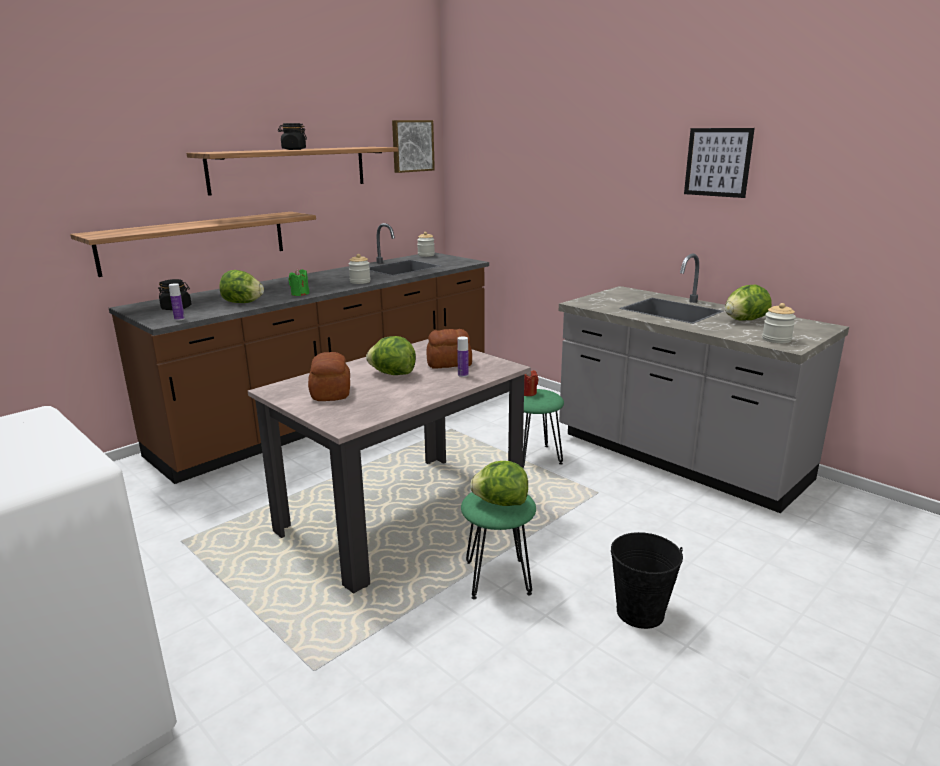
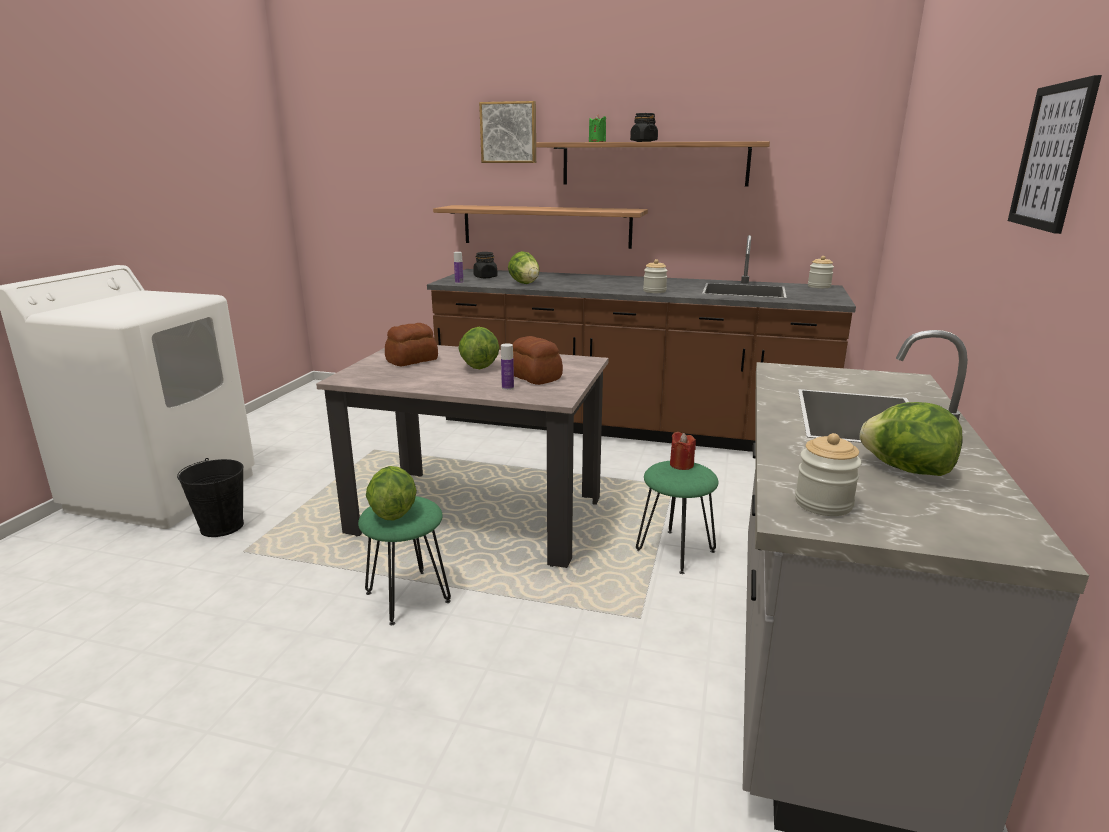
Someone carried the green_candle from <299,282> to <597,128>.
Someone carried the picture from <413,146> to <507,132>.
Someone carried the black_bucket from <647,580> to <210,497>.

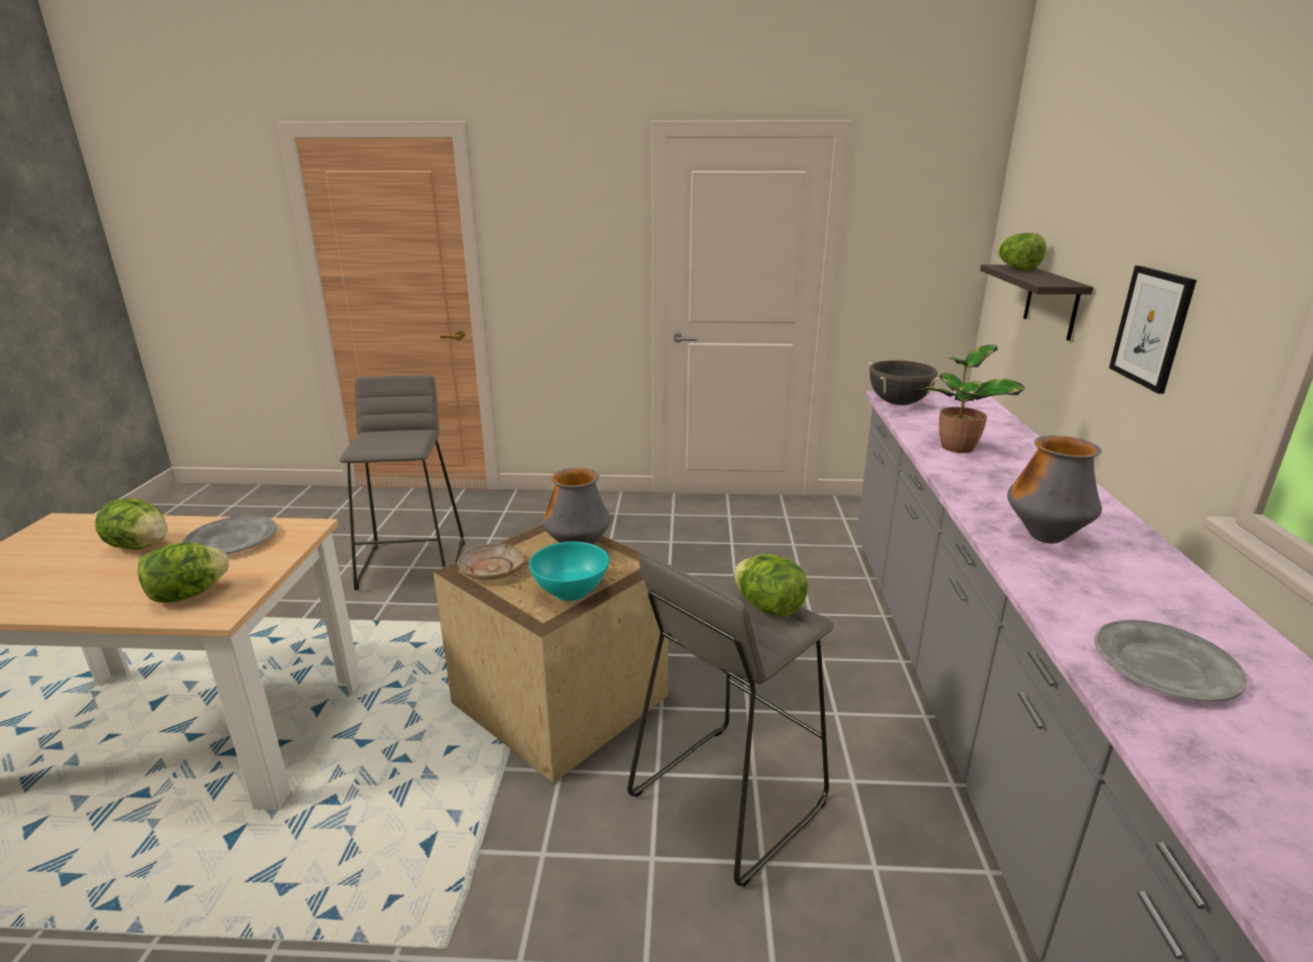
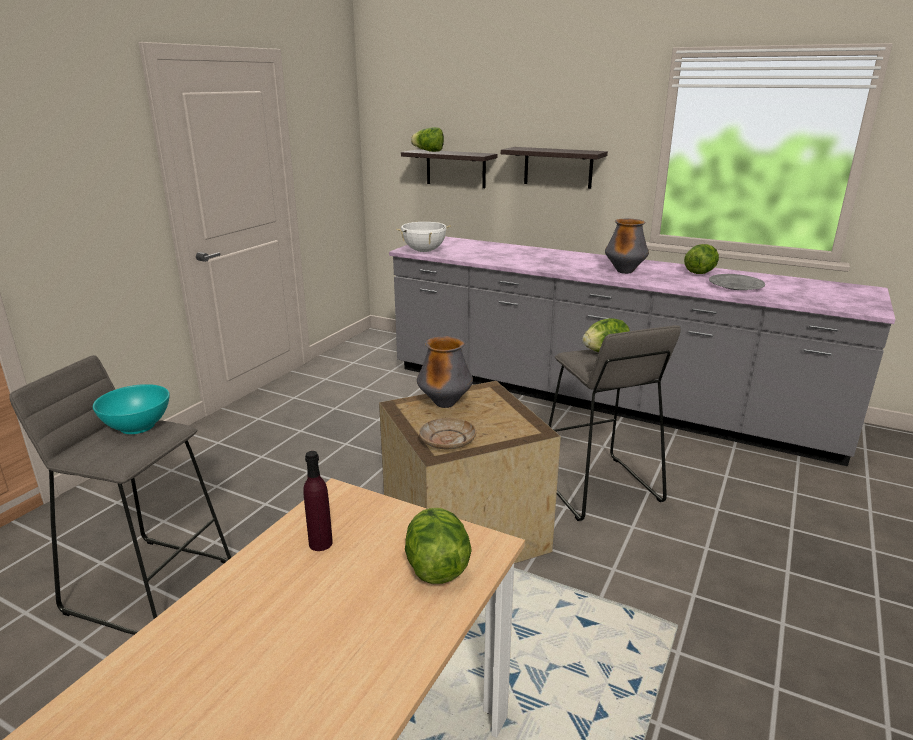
Someone took away the potted_plant at <969,399>.
Someone carried the lettuce from <131,524> to <701,259>.
Someone carried the turquoise_bowl from <569,571> to <131,409>.
Someone swapped the grey_plate at <230,534> for the purple_bottle at <318,501>.
Someone swapped the picture at <1153,330> for the shelf at <554,168>.
Someone repainted the black_cooking_pot at <904,382>, which became the white_cooking_pot at <423,237>.

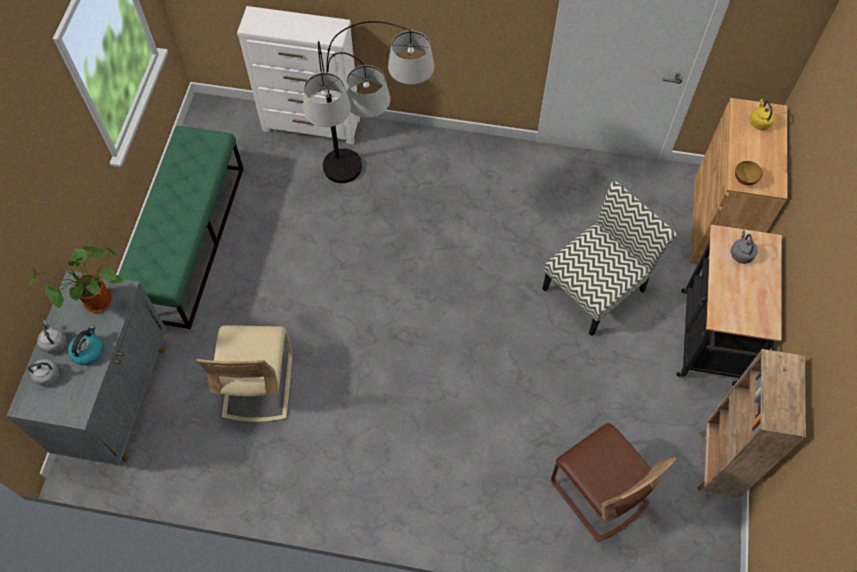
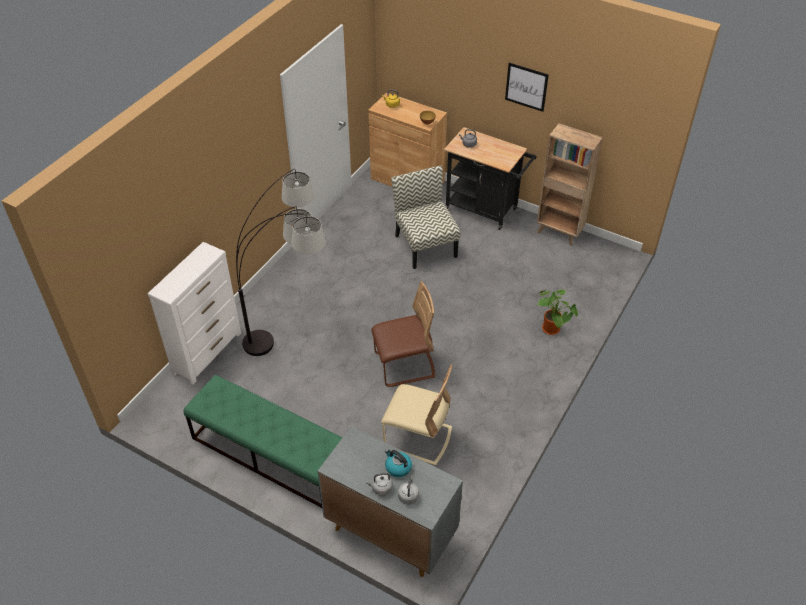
Someone put up the picture at <527,87>.
Someone carried the potted_plant from <77,279> to <557,312>.
Someone carried the brown_chair from <614,482> to <403,334>.

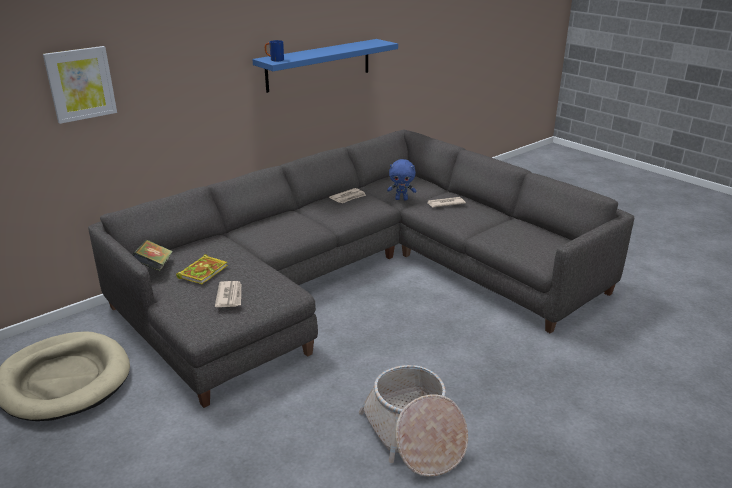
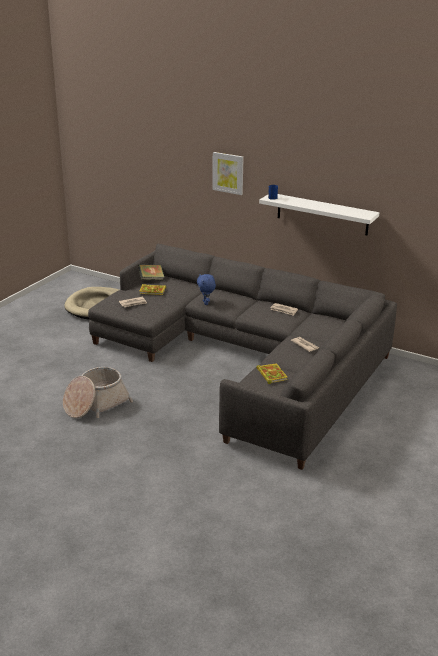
Someone put down the book at <272,373>.
Someone carried the picture from <80,85> to <228,173>.
Someone carried the blue_plush_toy from <401,179> to <206,289>.
Someone repainted the blue_shelf at <325,66>, which became the white_shelf at <319,214>.

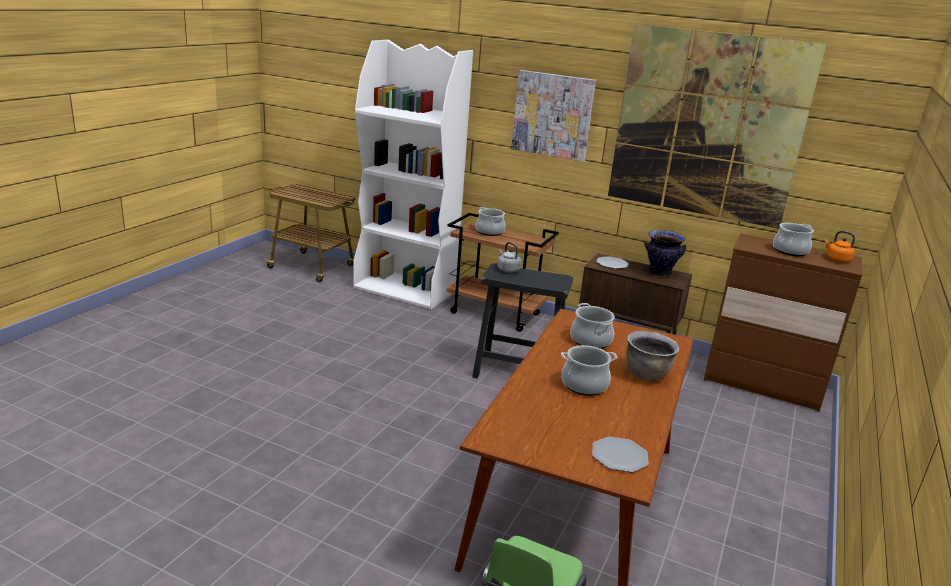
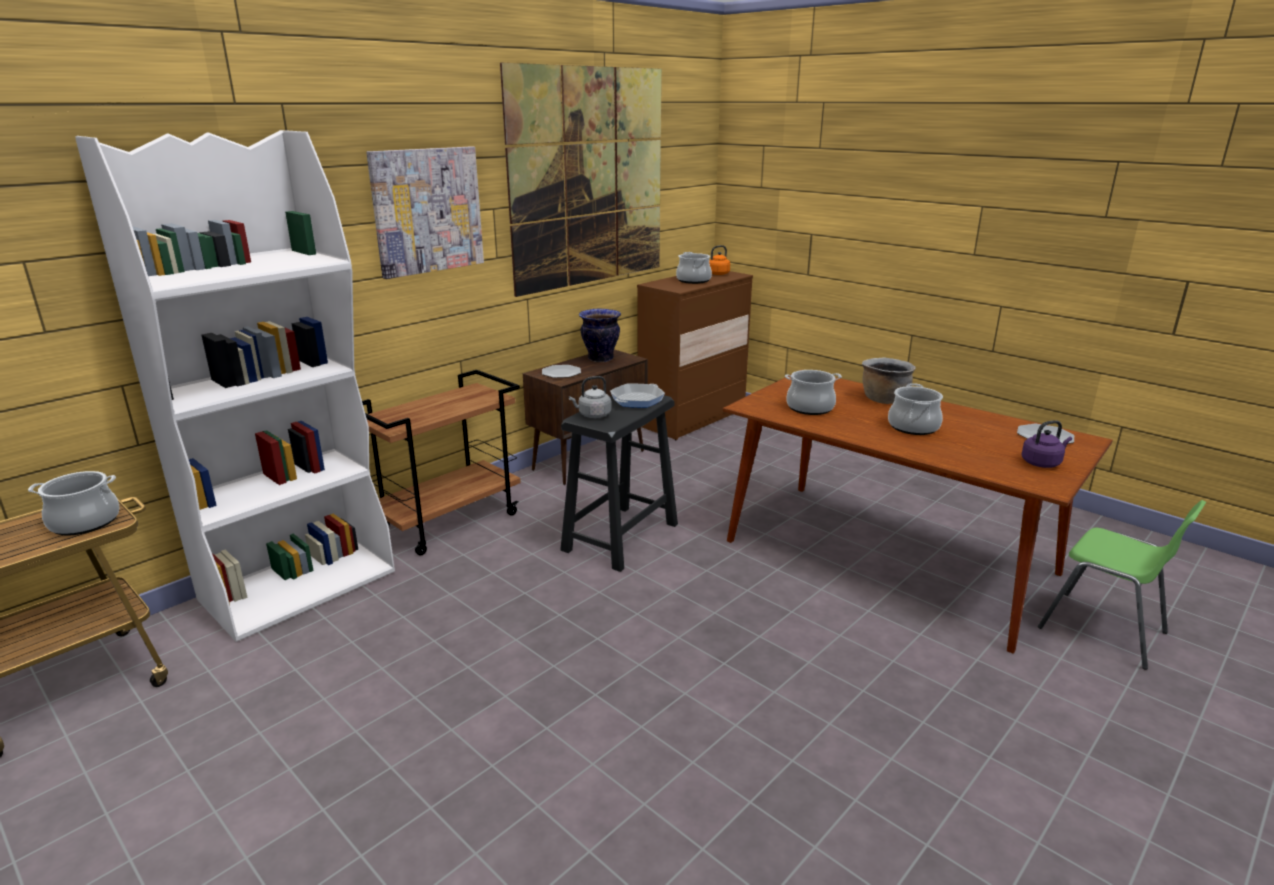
Someone put down the frying_pan at <637,395>.
Someone put down the purple_kettle at <1047,444>.
Someone carried the cooking_pot from <491,221> to <73,503>.

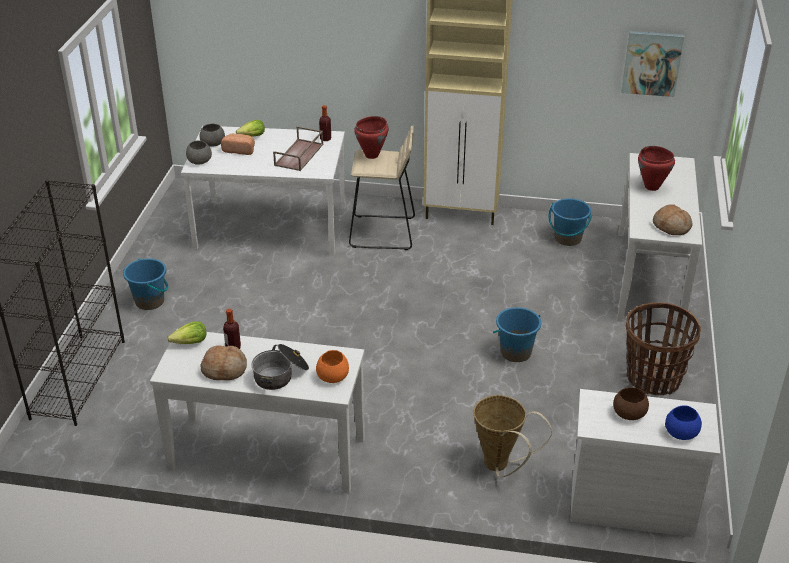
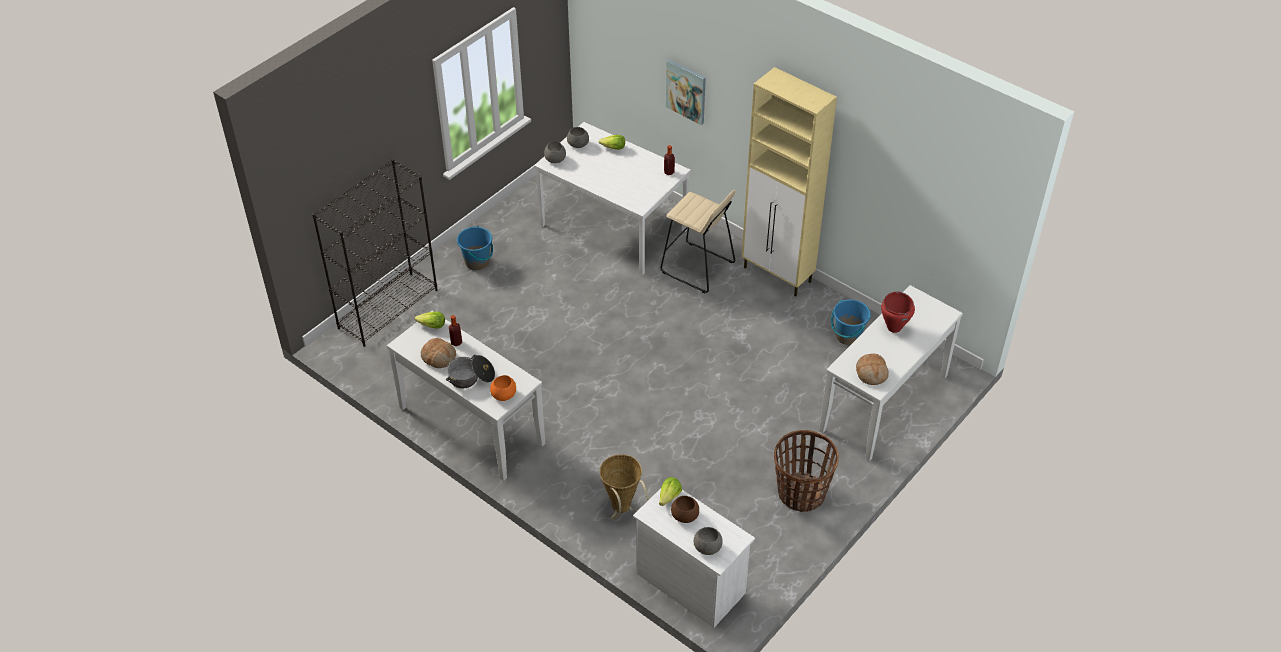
Someone took away the bread at <238,144>.
Someone took away the brown_tray at <298,148>.
Someone took away the red_cooking_pot at <371,137>.
Someone took away the blue_bucket at <517,334>.
Someone put down the lettuce at <670,491>.
Someone carried the picture from <653,64> to <686,92>.
Someone repainted the blue_bowl at <683,422>, which became the grey_bowl at <708,541>.

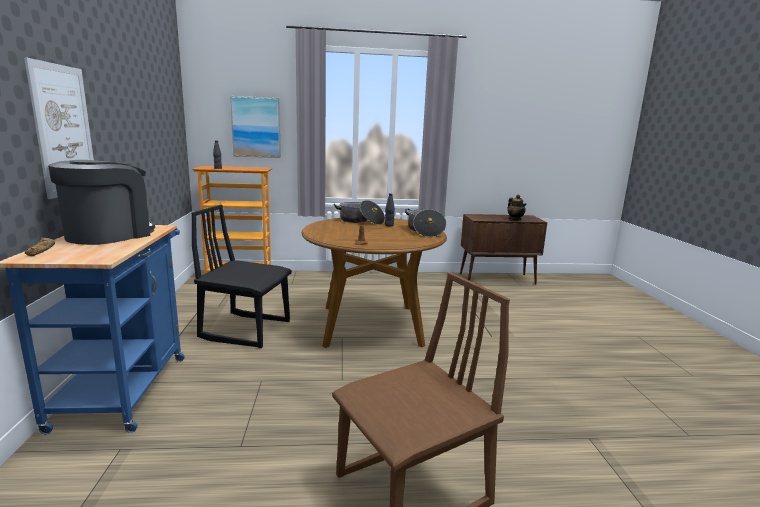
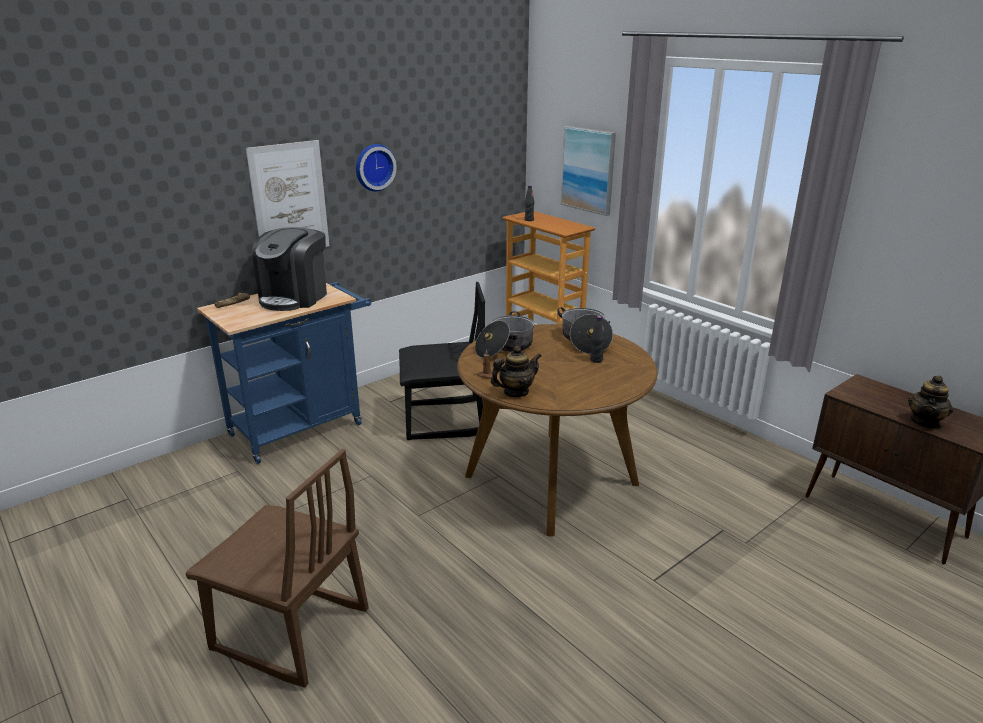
Someone put up the wall_clock at <376,167>.
Someone put down the teapot at <516,371>.
Someone carried the cooking_pot from <425,222> to <505,335>.
Someone rotated the coffee_machine at <101,202> by 120 degrees clockwise.
Someone rotated the black_chair at <241,276> by 105 degrees clockwise.

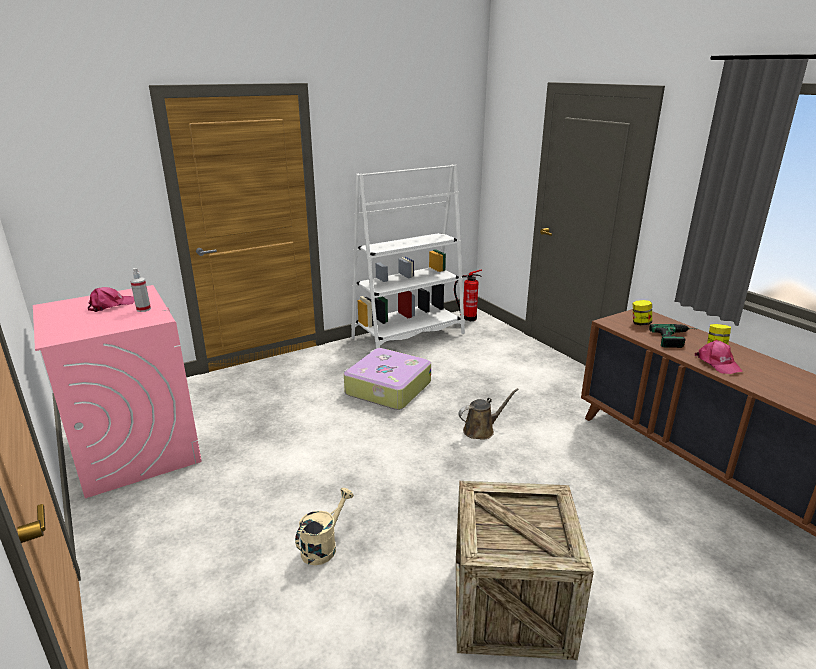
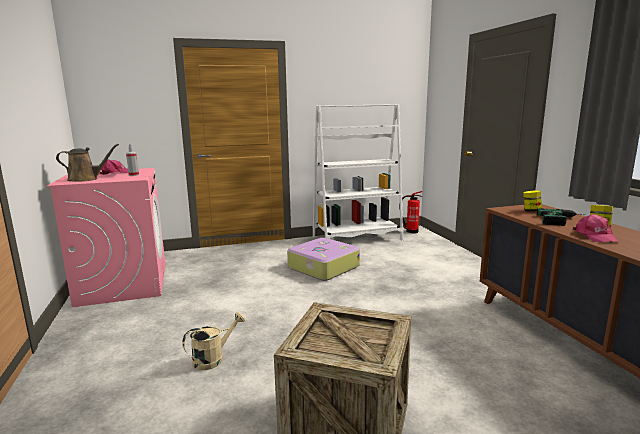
Someone carried the brown_watering_can from <488,414> to <87,163>.

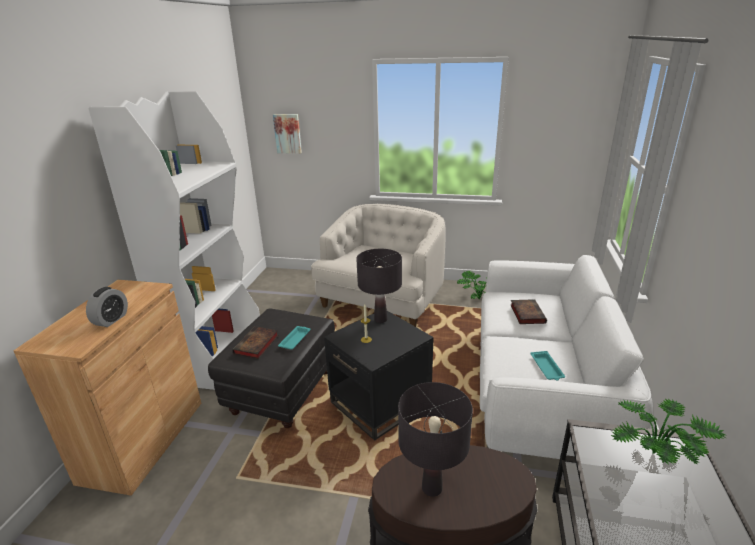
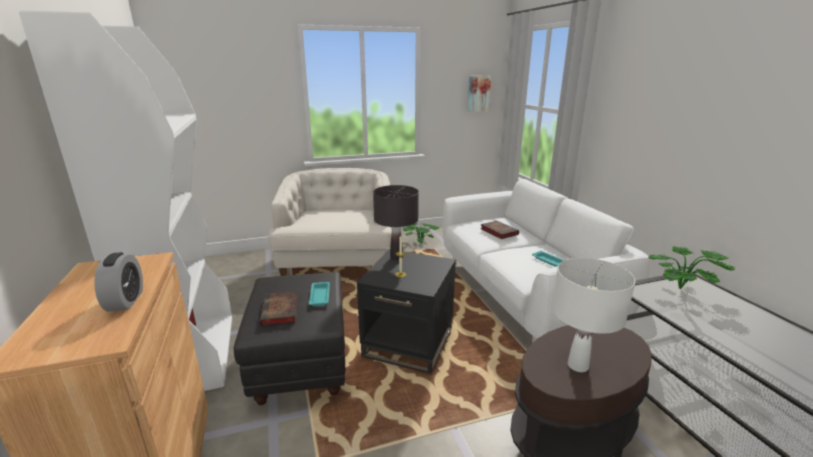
Someone carried the picture from <287,134> to <479,93>.
Someone repainted the black_table_lamp at <435,439>, which became the white_table_lamp at <593,315>.

